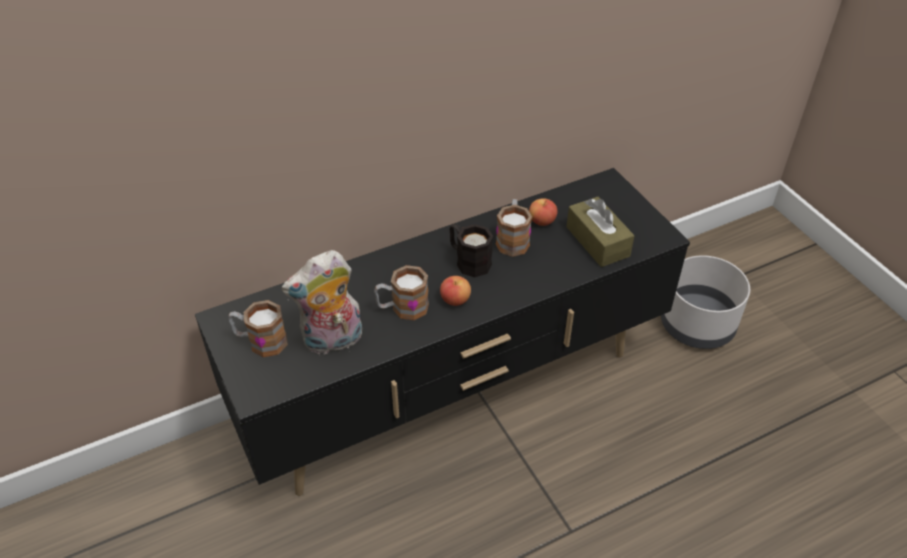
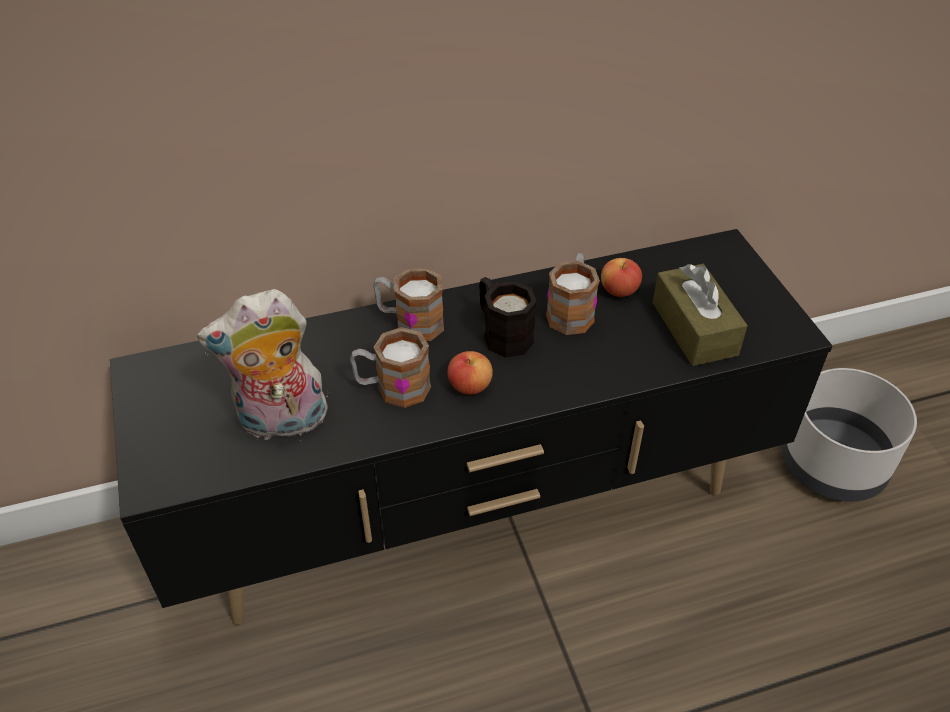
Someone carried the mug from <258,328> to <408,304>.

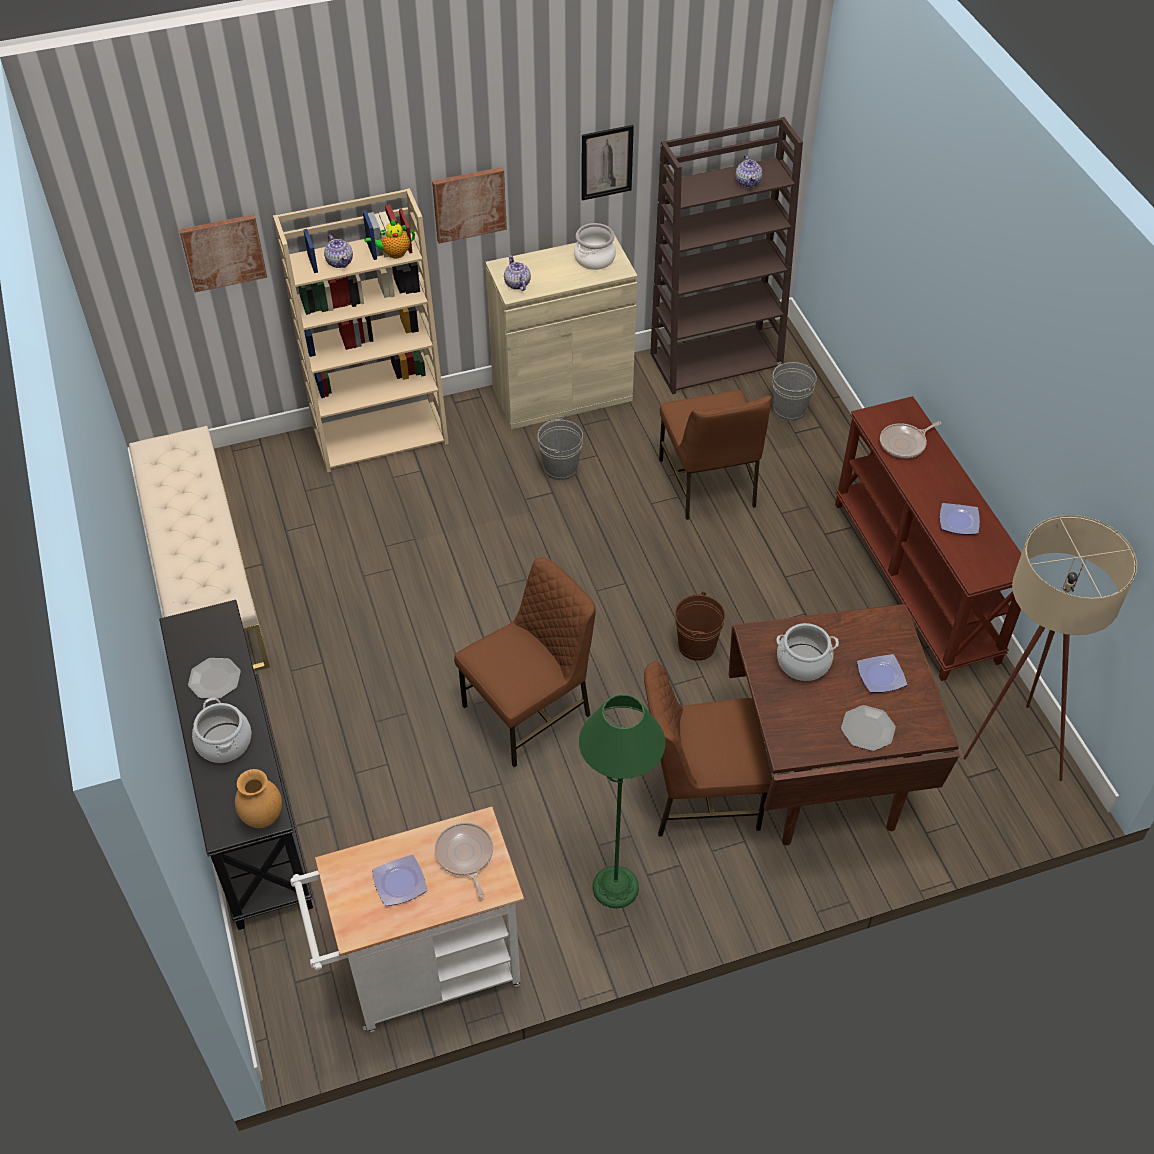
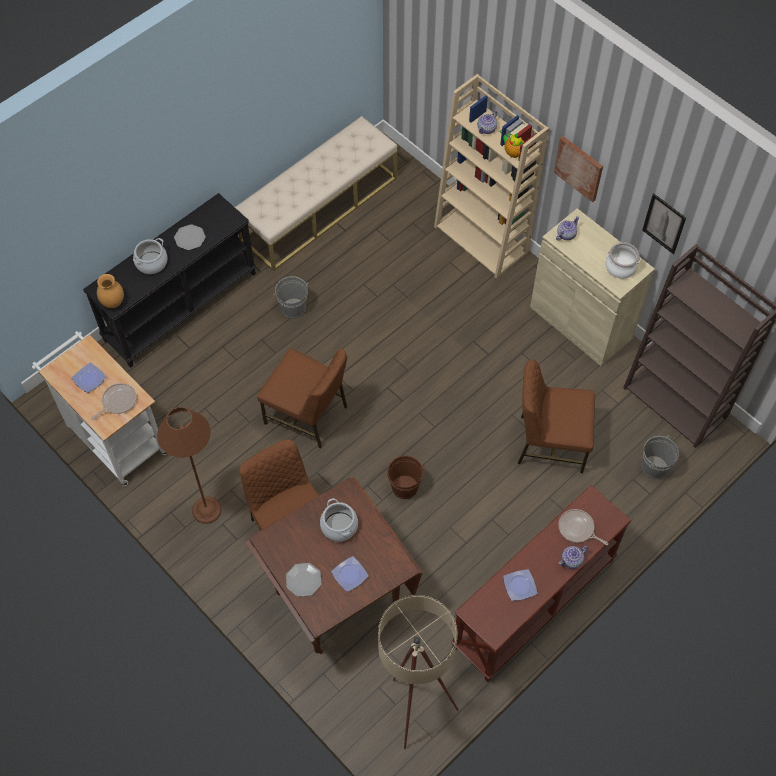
Someone took away the picture at <223,253>.
Someone carried the grey_bucket from <560,448> to <290,297>.
Someone carried the teapot from <749,171> to <573,557>.
Someone repainted the green_floor_lamp at <622,801>, which became the brown_floor_lamp at <189,465>.
Someone rotated the brown_chair at <715,455> by 45 degrees clockwise.

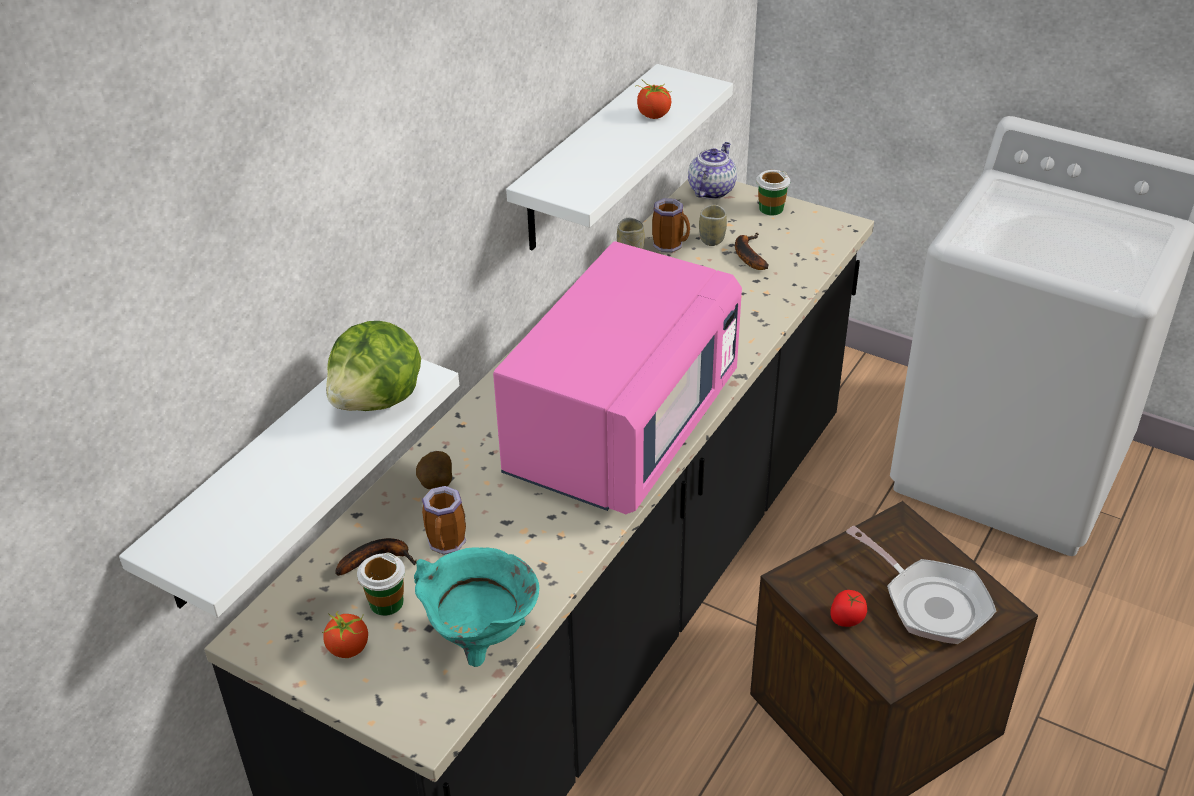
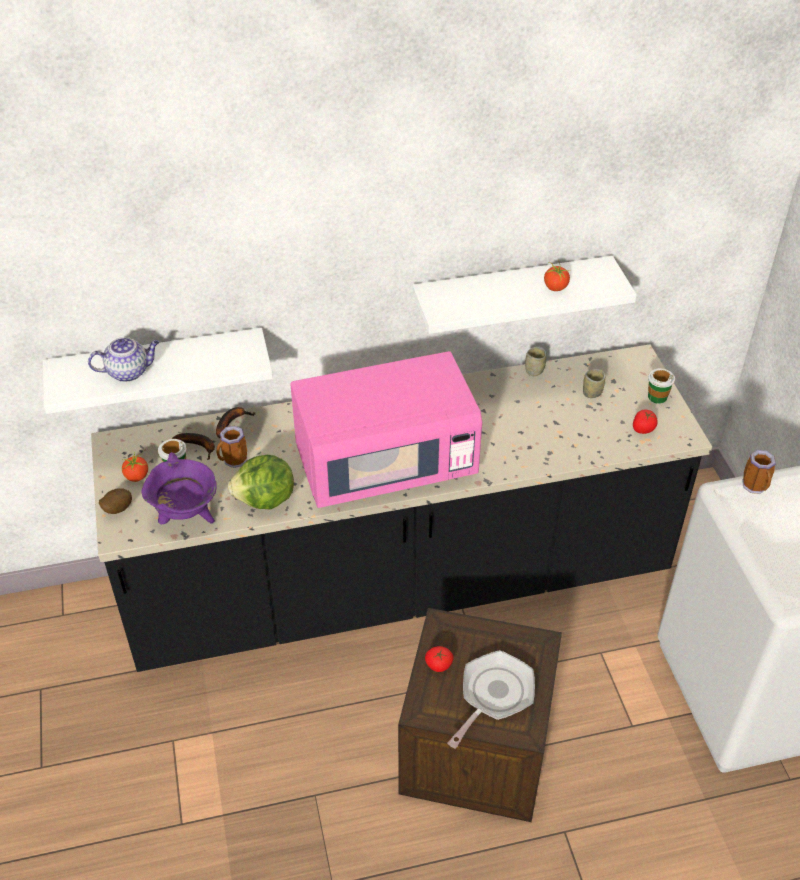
Someone put down the tomato at <645,422>.
Someone carried the lettuce from <373,366> to <261,482>.
Someone carried the potato from <434,470> to <115,501>.
Someone carried the mug from <671,225> to <759,472>.
Someone carried the teapot from <712,170> to <123,359>.
Someone carried the banana from <751,251> to <235,422>.
Someone repainted the turquoise_cooking_pot at <476,607>, which became the purple_cooking_pot at <179,488>.
Someone rotated the frying_pan at <921,585> by 150 degrees counterclockwise.

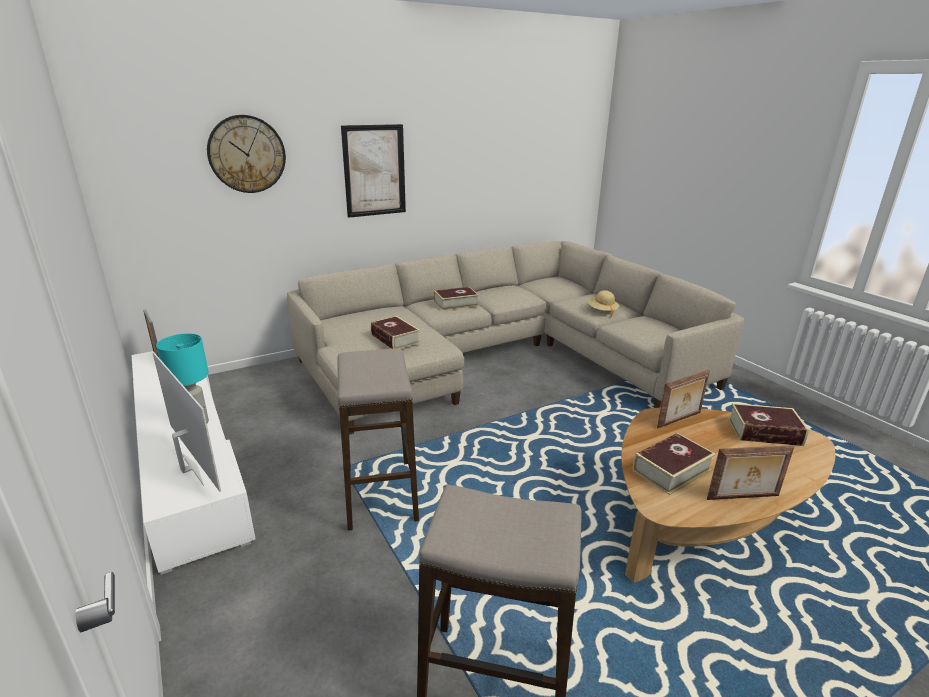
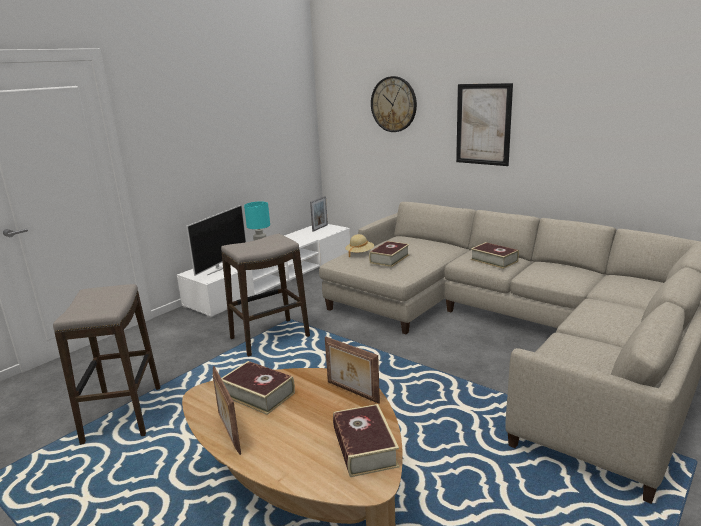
Someone carried the beige_hat from <603,303> to <359,245>.

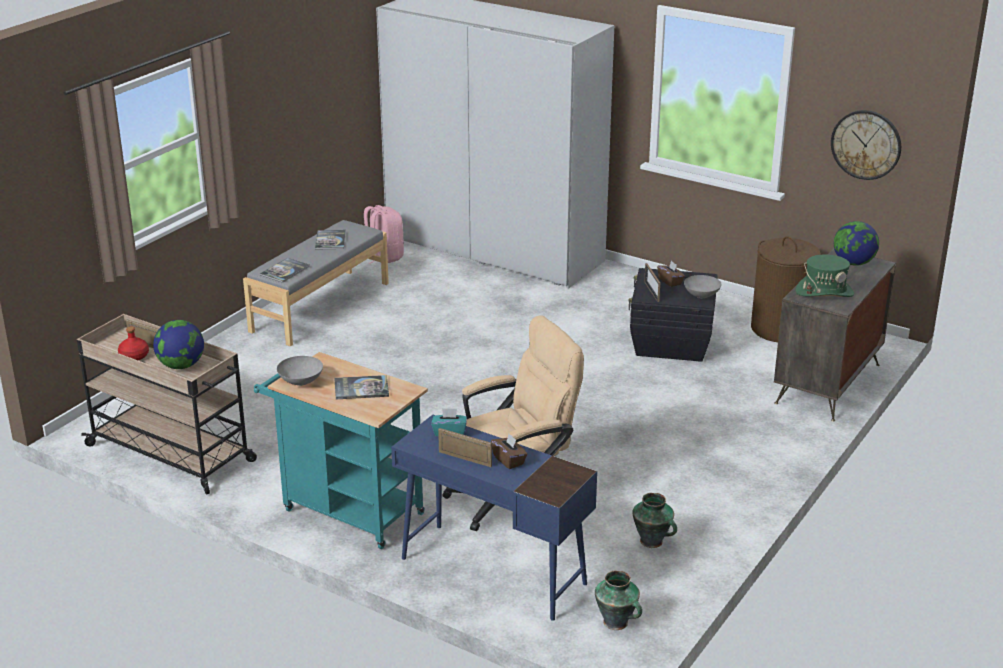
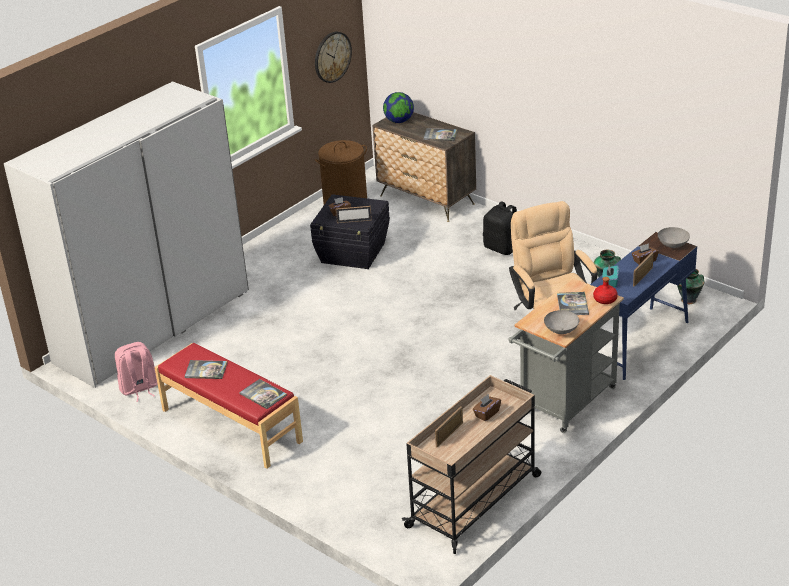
Someone put down the black_backpack at <500,228>.
Someone carried the red_bottle from <133,343> to <605,290>.
Someone carried the grey_bowl from <703,286> to <674,237>.
Someone swapped the globe at <178,344> for the brown_tissue_box at <487,407>.
Someone swapped the green_hat at <825,276> for the book at <440,134>.
Someone repainted the grey_bench at <316,283>, which became the red_bench at <228,406>.
Someone repainted the turquoise_cart at <341,450>, which became the grey_cart at <566,355>.

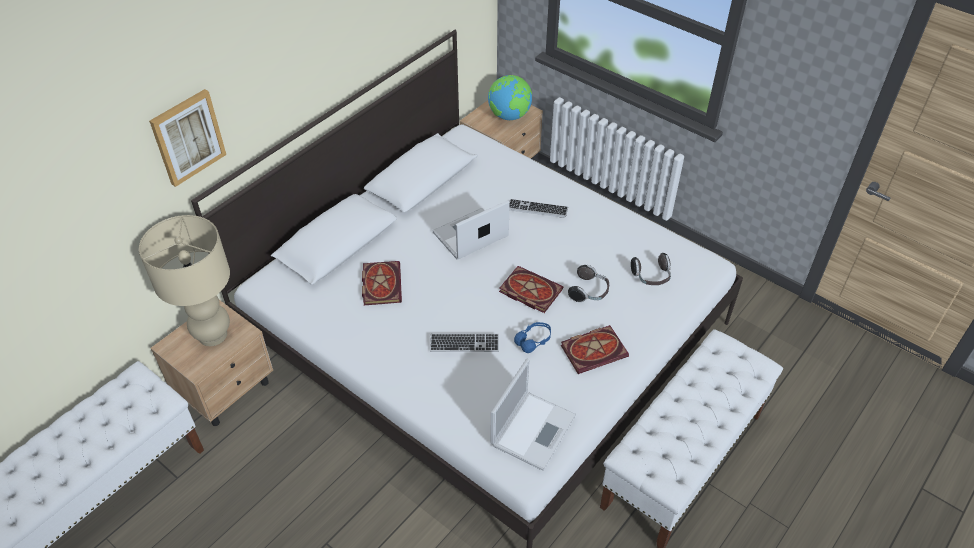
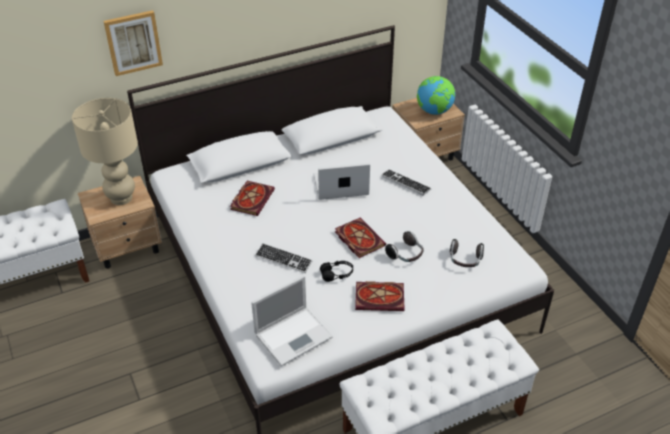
Someone repainted the blue_headphones at <532,337>, which became the black_headphones at <336,271>.

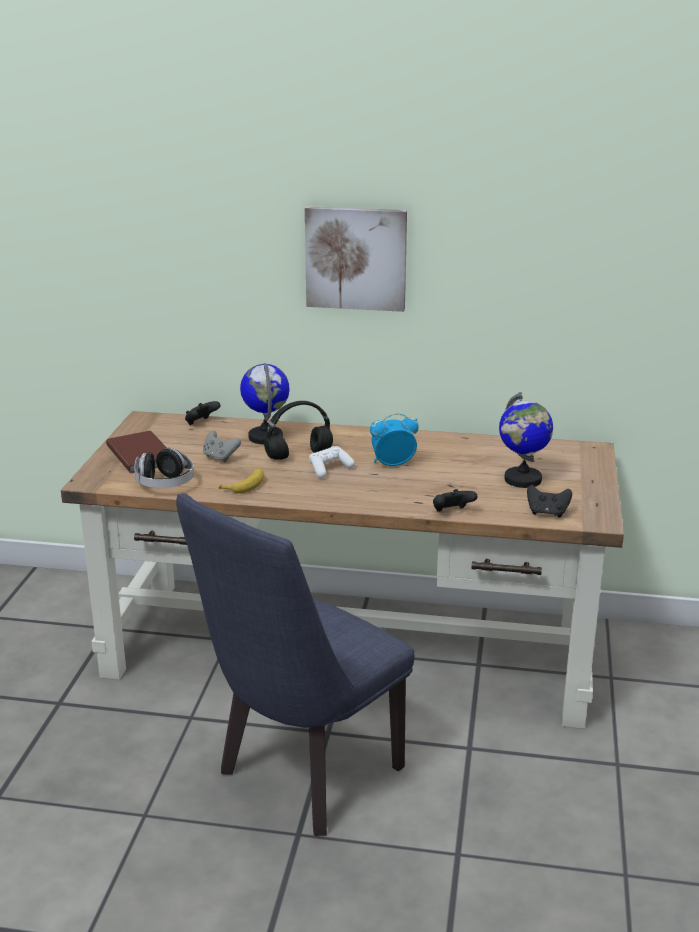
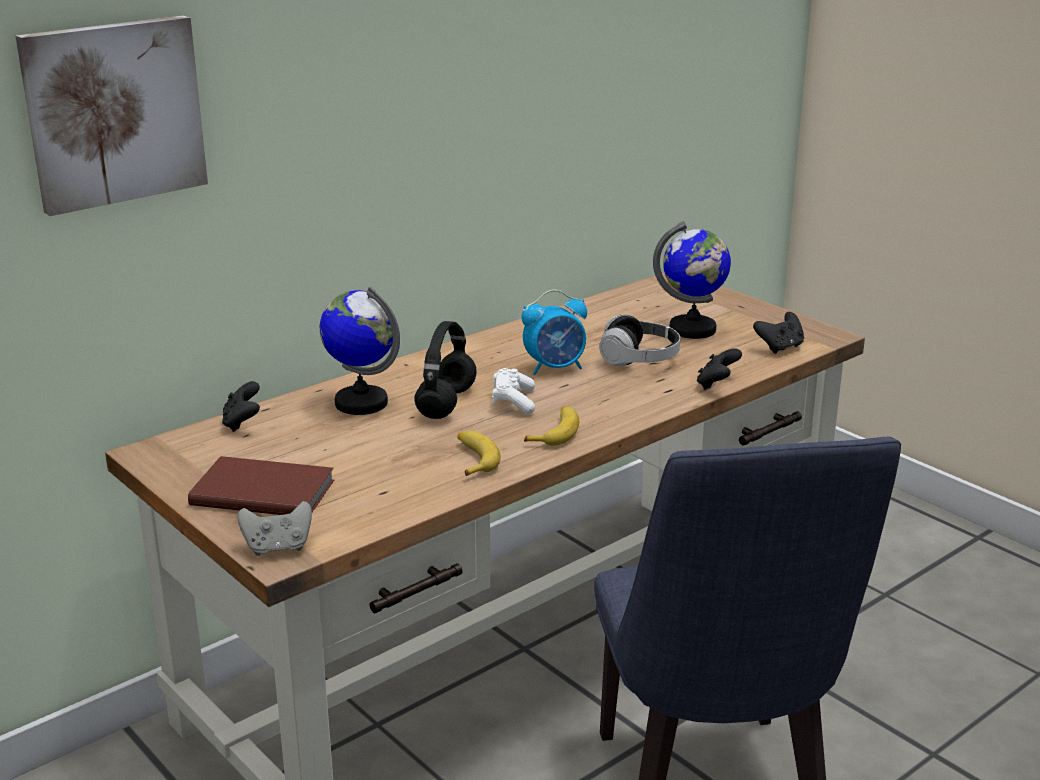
Someone put down the banana at <551,426>.
Someone carried the headphones from <164,468> to <639,340>.
Someone carried the grey_game_controller from <222,446> to <274,528>.
Someone carried the picture from <356,259> to <112,116>.
Someone rotated the alarm_clock at <394,439> by 135 degrees counterclockwise.

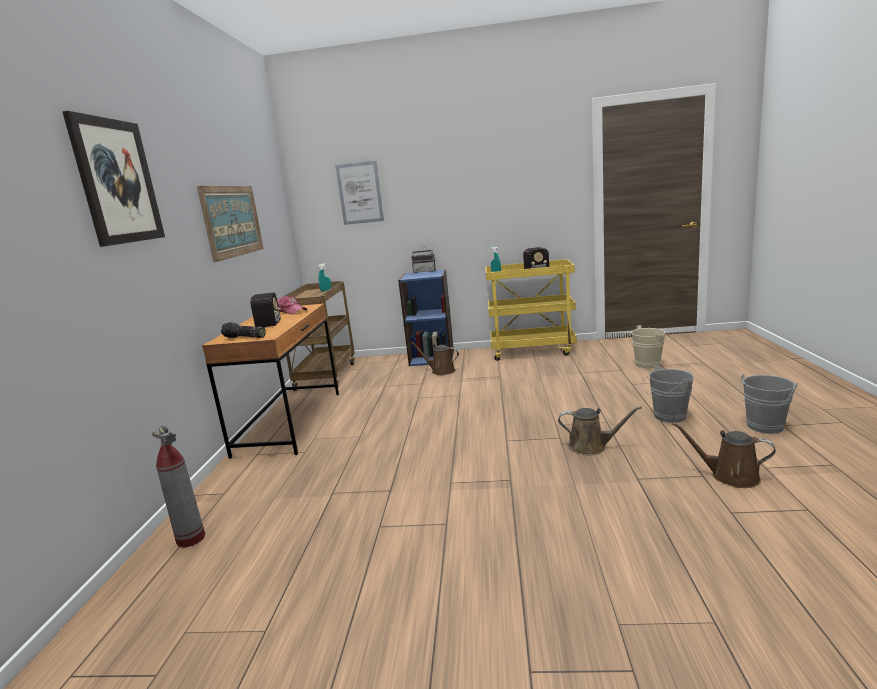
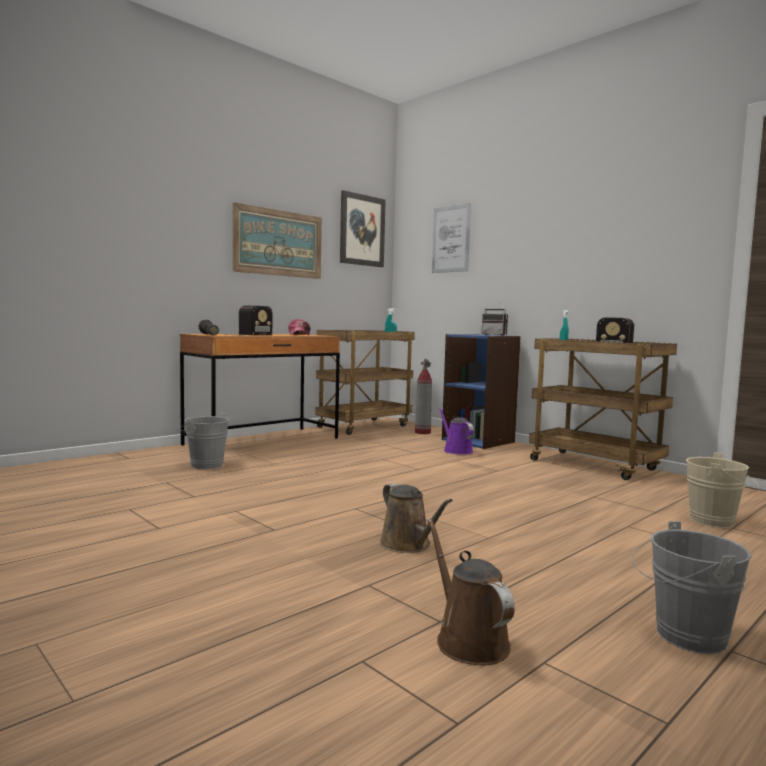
Someone carried the picture from <113,179> to <363,228>.
Someone carried the fire_extinguisher from <178,486> to <423,396>.
Someone carried the grey_bucket from <667,394> to <203,441>.
Someone repainted the brown_watering_can at <434,358>, which became the purple_watering_can at <456,431>.
Someone repainted the yellow_cart at <531,310>, which became the brown_cart at <603,409>.

